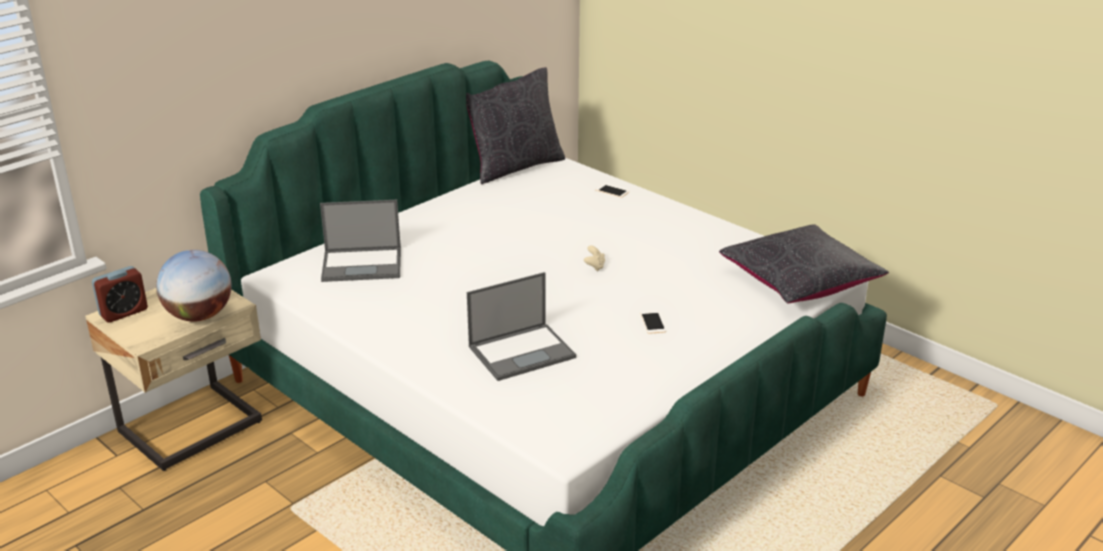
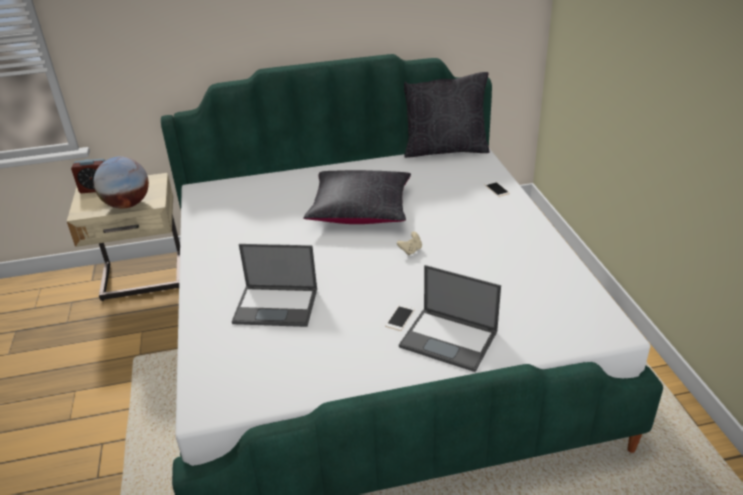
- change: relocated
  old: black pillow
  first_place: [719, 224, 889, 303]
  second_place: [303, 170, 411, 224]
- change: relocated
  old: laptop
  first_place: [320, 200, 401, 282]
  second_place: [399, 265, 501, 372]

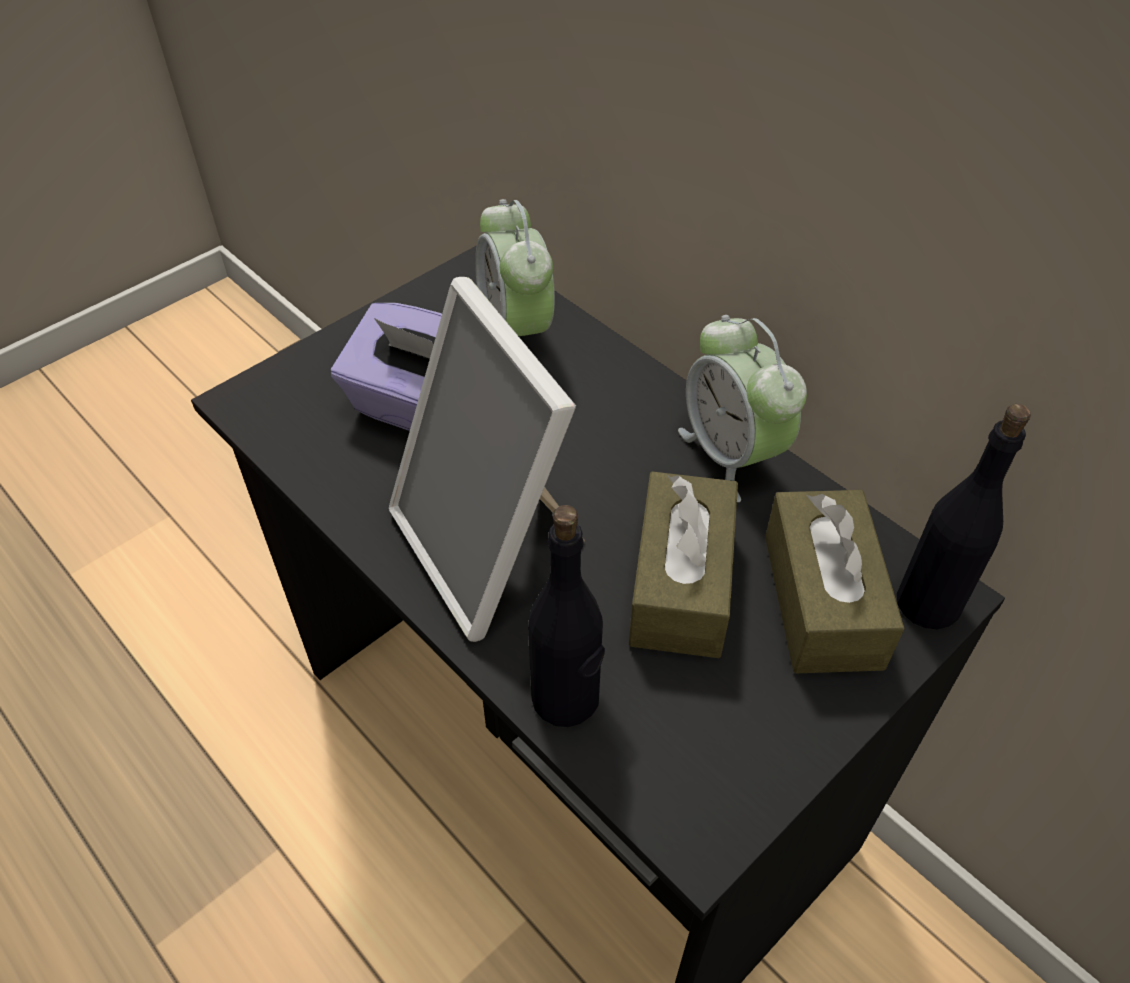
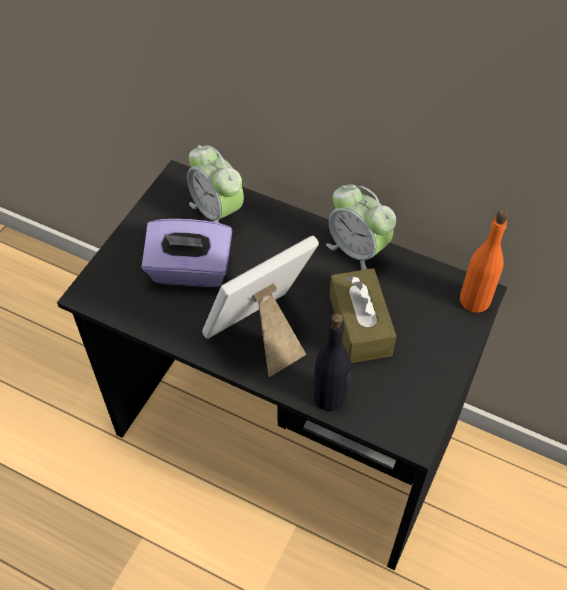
- change: spun
  old: picture frame
  first_place: [389, 277, 585, 642]
  second_place: [202, 236, 319, 377]
  degrees: 105
- change: colour
  old: black bottle
  new: orange bottle
  first_place: [897, 404, 1031, 629]
  second_place: [460, 210, 508, 313]
- change: missing
  old: brown tissue box
  first_place: [765, 490, 905, 673]

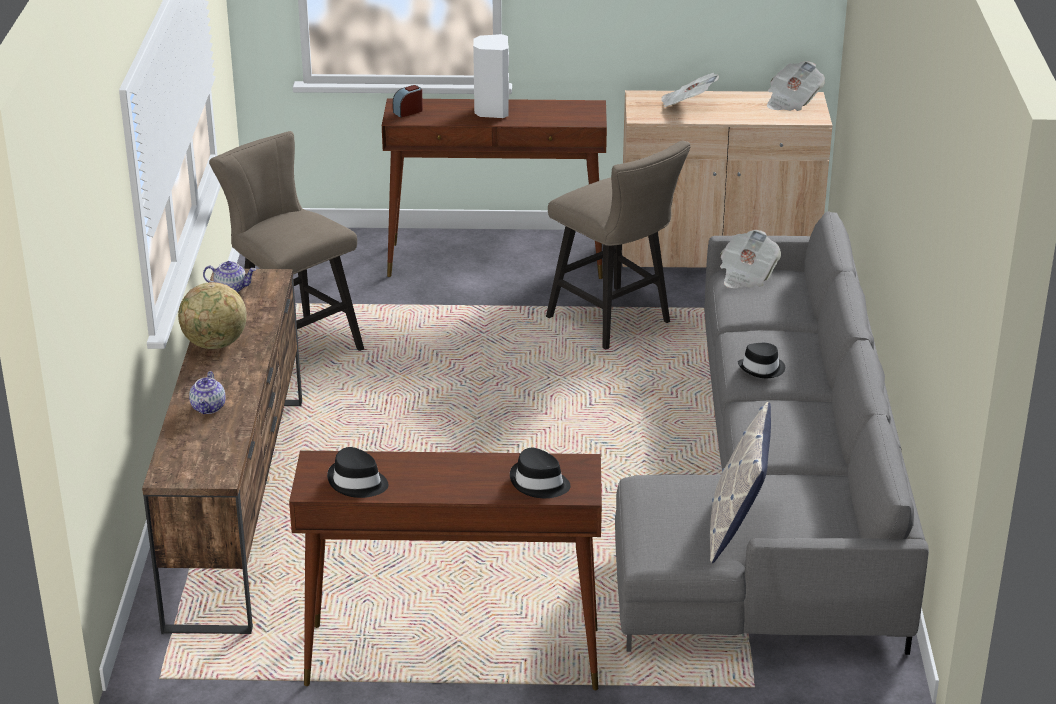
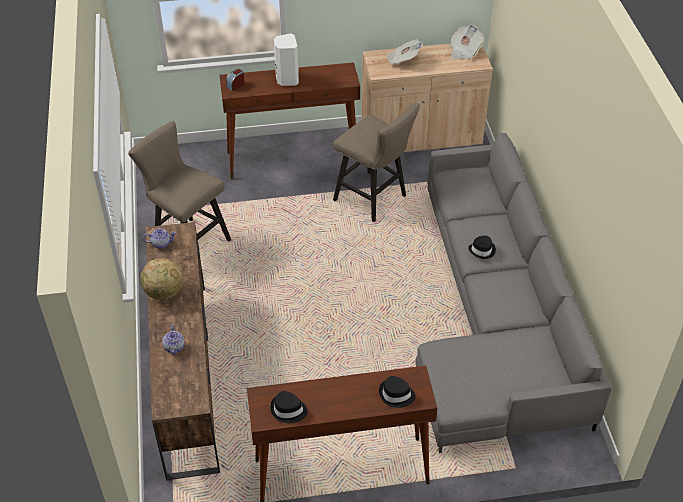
- change: missing
  old: pillow
  first_place: [710, 402, 771, 563]
- change: missing
  old: newspaper
  first_place: [720, 230, 781, 288]

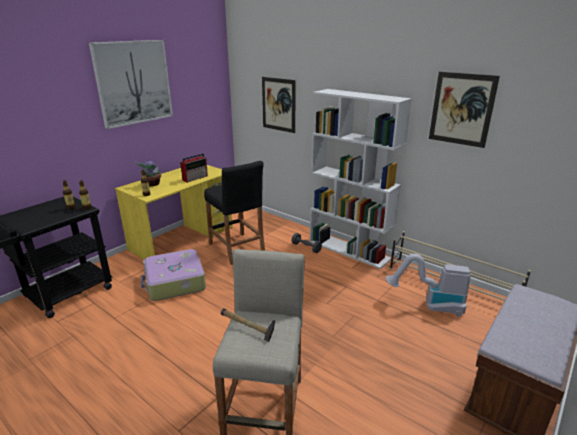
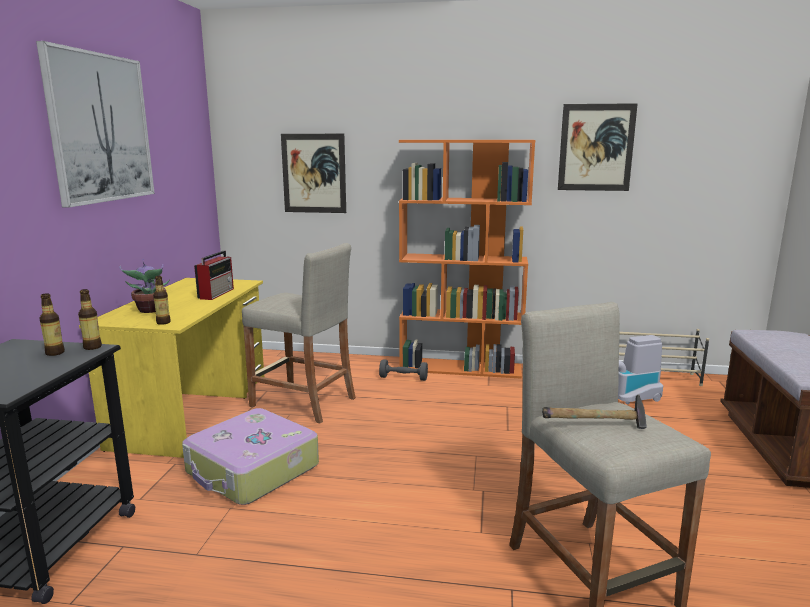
- change: colour
  old: black stool
  new: beige stool
  first_place: [204, 161, 265, 265]
  second_place: [242, 243, 356, 424]
- change: colour
  old: white bookcase
  new: orange bookcase
  first_place: [309, 89, 412, 269]
  second_place: [399, 140, 535, 379]

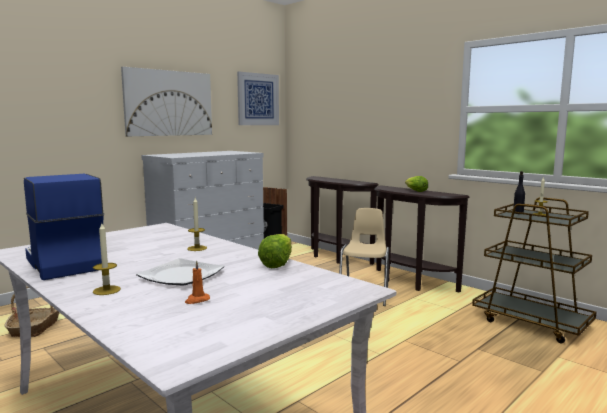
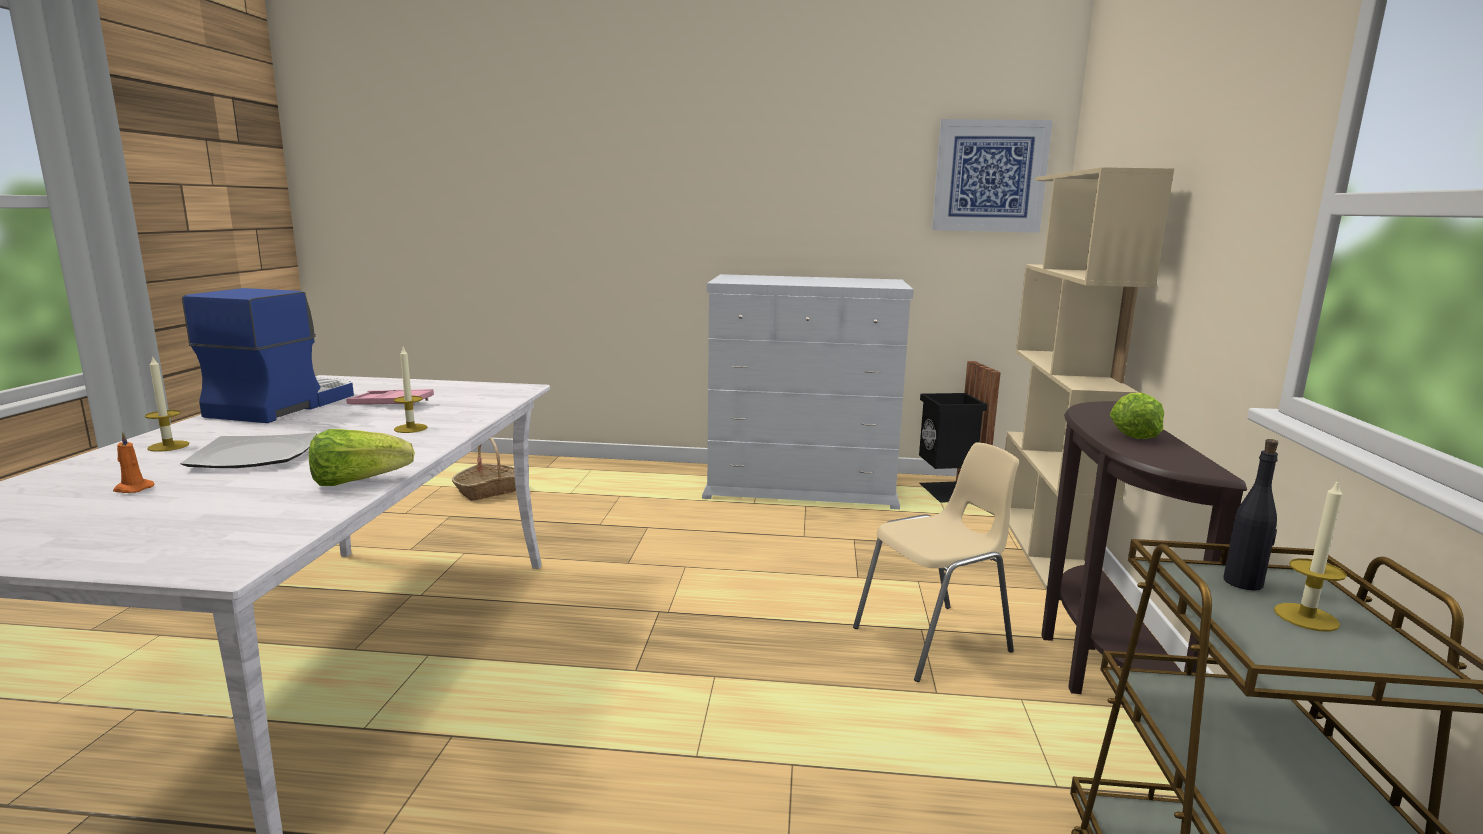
- change: appeared
  new: pink tray
  second_place: [346, 389, 434, 406]
- change: exchanged
  old: brown console table
  new: beige bookcase
  first_place: [306, 176, 378, 265]
  second_place: [1005, 167, 1174, 589]
- change: missing
  old: picture
  first_place: [121, 67, 212, 136]

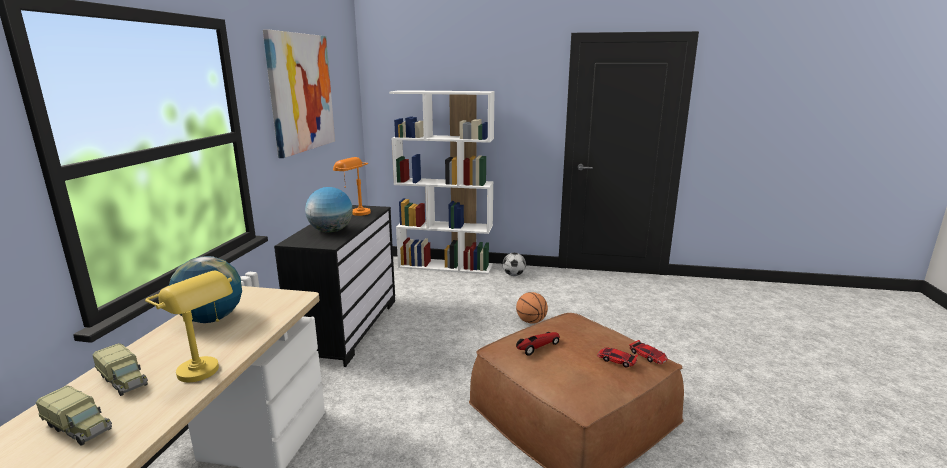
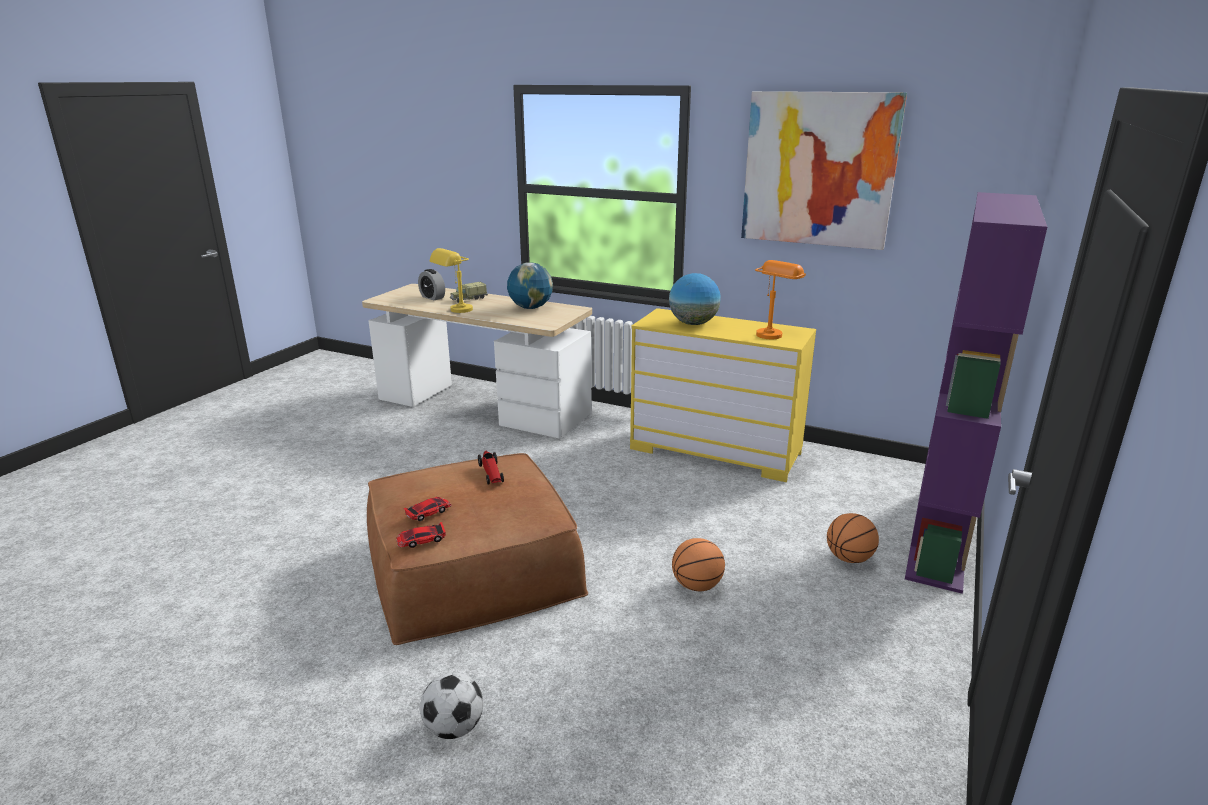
- change: exchanged
  old: toy truck
  new: alarm clock
  first_place: [36, 386, 112, 446]
  second_place: [418, 269, 445, 300]
- change: relocated
  old: football
  first_place: [502, 253, 526, 276]
  second_place: [420, 672, 483, 739]
- change: colour
  old: black dresser
  new: yellow dresser
  first_place: [274, 205, 395, 367]
  second_place: [630, 308, 816, 482]
- change: appeared
  new: basketball
  second_place: [827, 513, 879, 563]
- change: colour
  old: white bookcase
  new: purple bookcase
  first_place: [389, 90, 495, 275]
  second_place: [905, 192, 1047, 594]

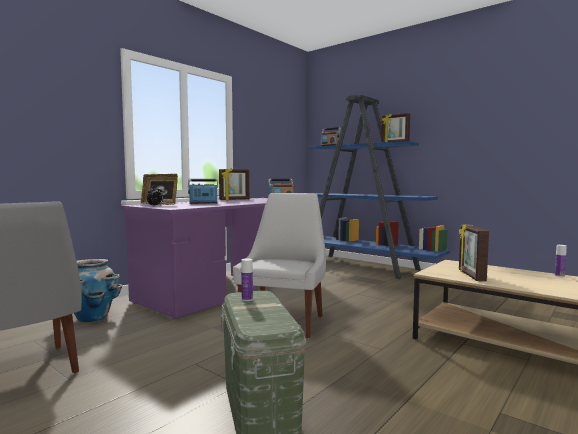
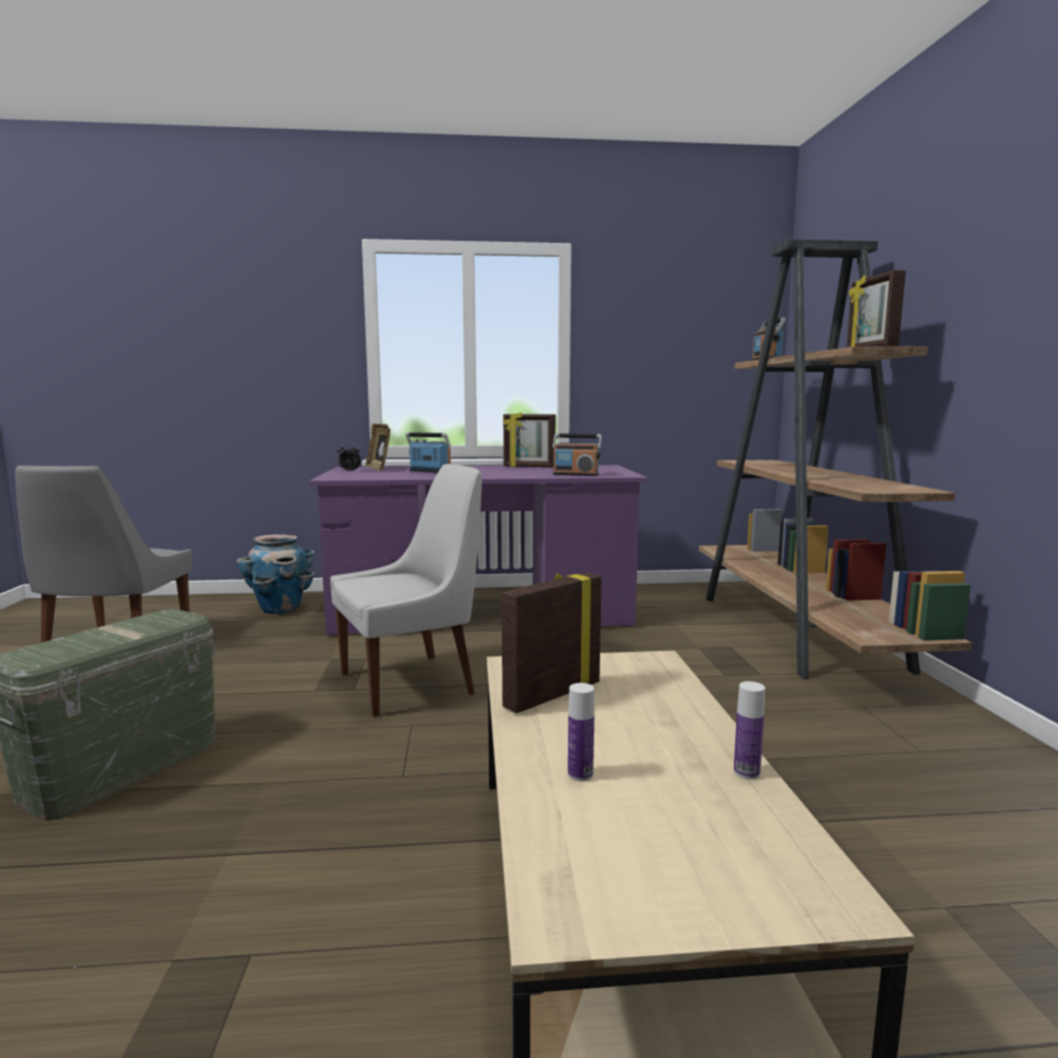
- change: relocated
  old: bottle
  first_place: [241, 258, 253, 301]
  second_place: [568, 683, 594, 781]
- change: colour
  old: blue bookcase
  new: brown bookcase
  first_place: [309, 94, 450, 279]
  second_place: [699, 239, 972, 679]

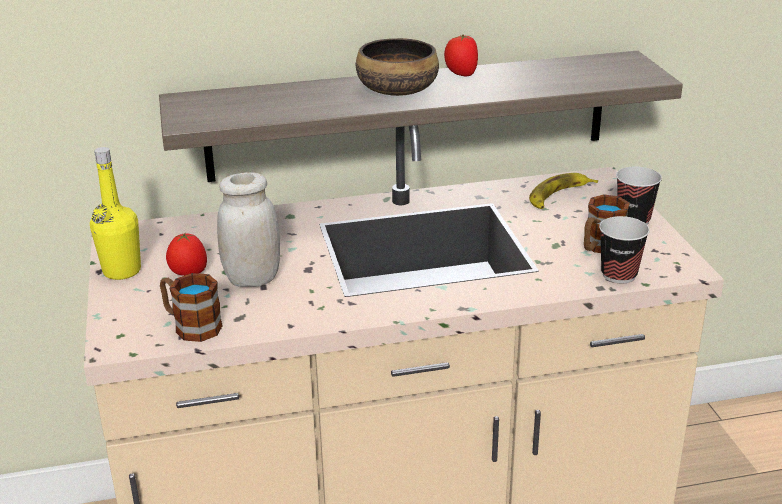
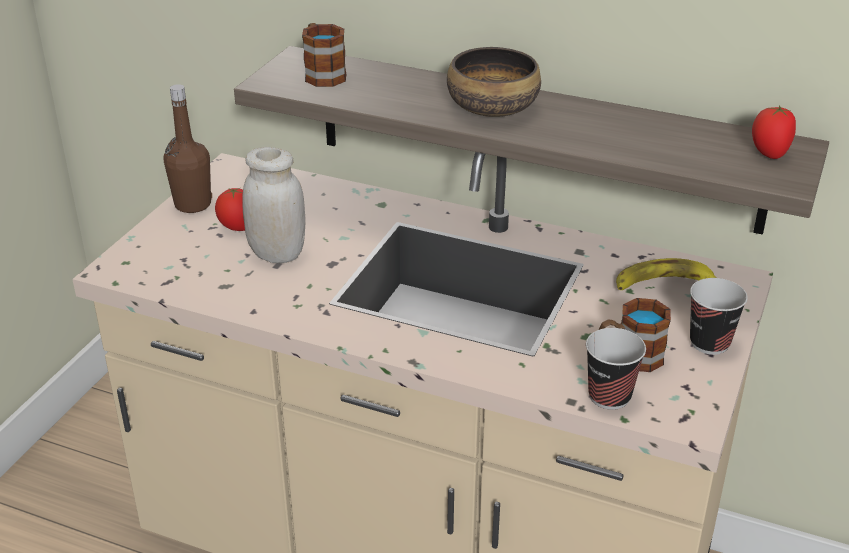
- change: colour
  old: yellow bottle
  new: brown bottle
  first_place: [90, 147, 141, 280]
  second_place: [163, 84, 212, 213]
- change: relocated
  old: mug
  first_place: [160, 273, 223, 342]
  second_place: [302, 23, 346, 87]
- change: relocated
  old: tomato
  first_place: [444, 35, 478, 76]
  second_place: [752, 105, 796, 159]

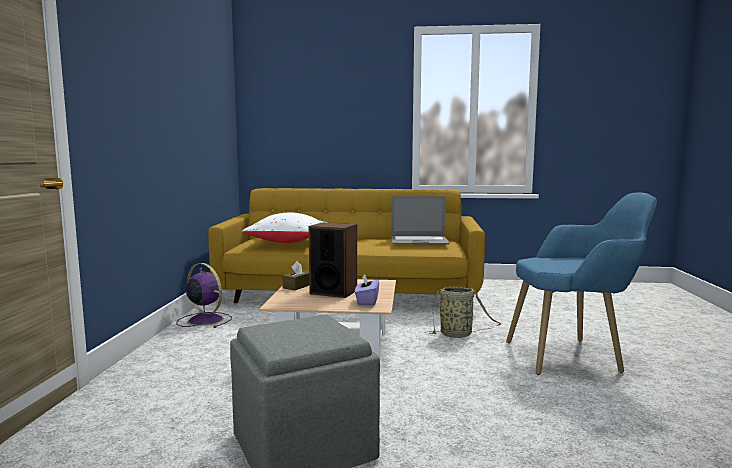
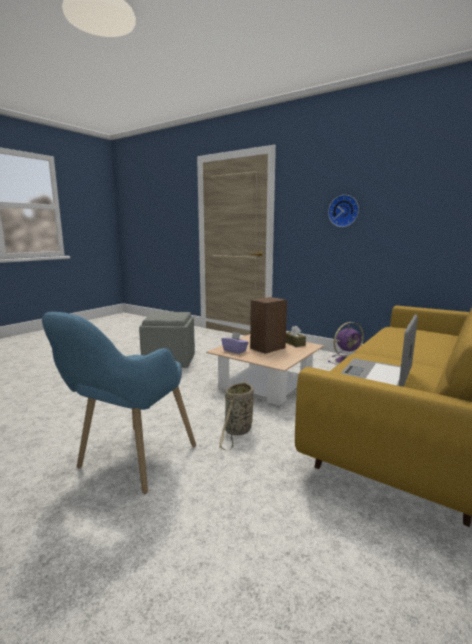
- change: appeared
  new: wall clock
  second_place: [328, 195, 359, 227]
- change: missing
  old: white pillow
  first_place: [242, 212, 327, 243]

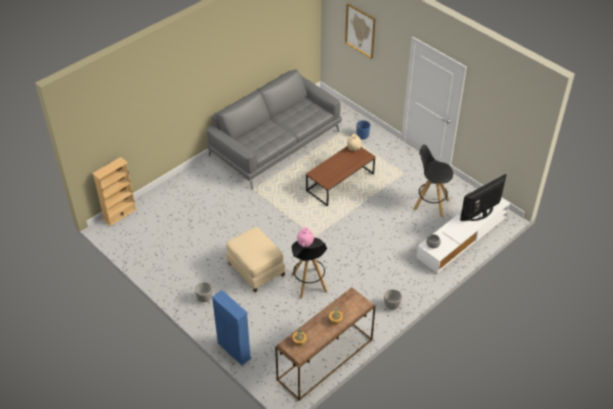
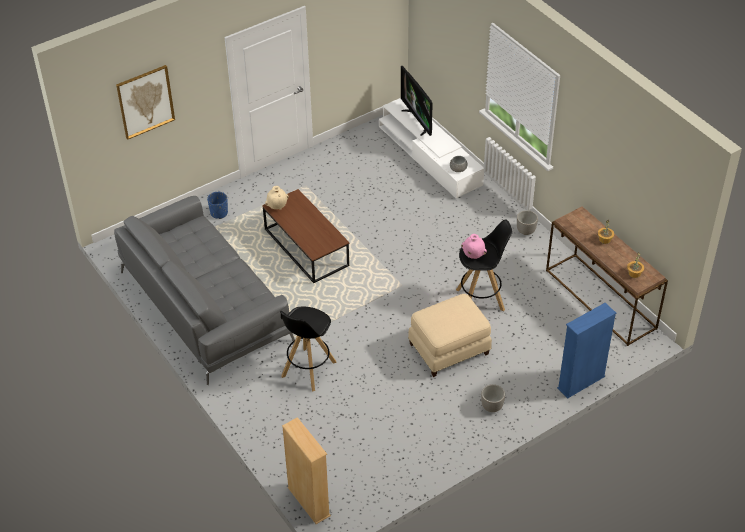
- change: relocated
  old: black stool
  first_place: [413, 145, 453, 217]
  second_place: [280, 307, 337, 391]

